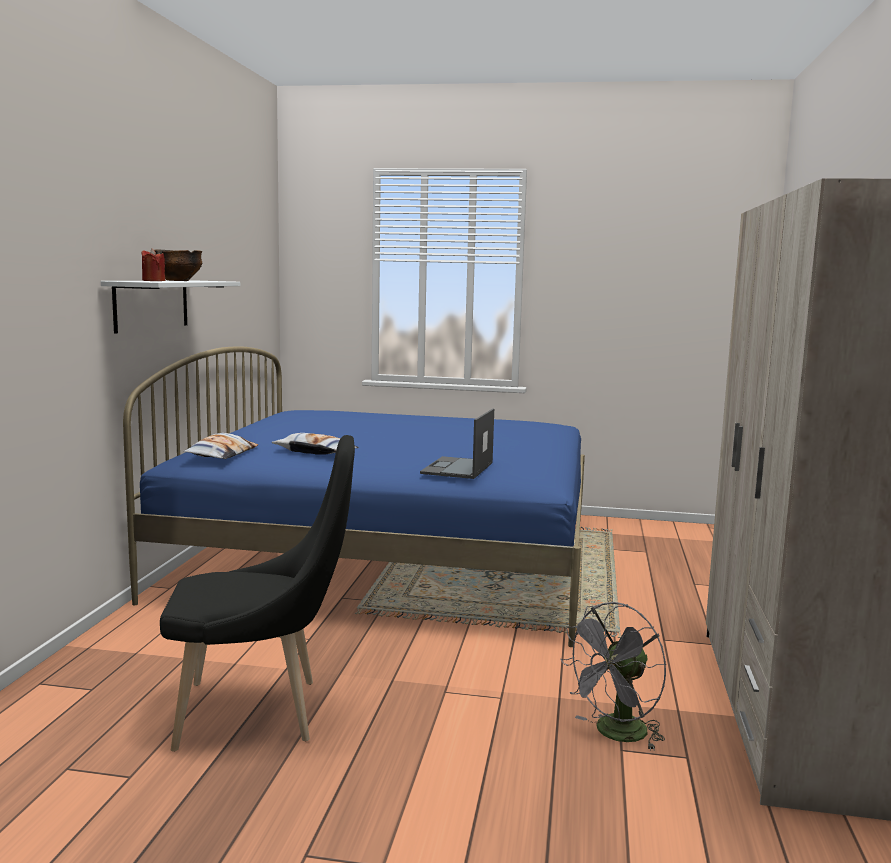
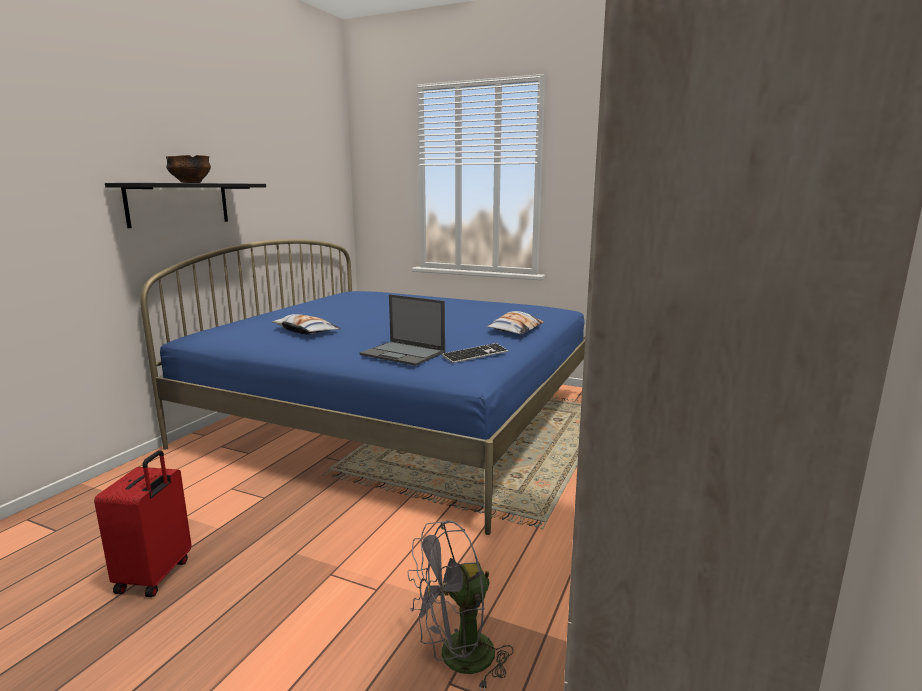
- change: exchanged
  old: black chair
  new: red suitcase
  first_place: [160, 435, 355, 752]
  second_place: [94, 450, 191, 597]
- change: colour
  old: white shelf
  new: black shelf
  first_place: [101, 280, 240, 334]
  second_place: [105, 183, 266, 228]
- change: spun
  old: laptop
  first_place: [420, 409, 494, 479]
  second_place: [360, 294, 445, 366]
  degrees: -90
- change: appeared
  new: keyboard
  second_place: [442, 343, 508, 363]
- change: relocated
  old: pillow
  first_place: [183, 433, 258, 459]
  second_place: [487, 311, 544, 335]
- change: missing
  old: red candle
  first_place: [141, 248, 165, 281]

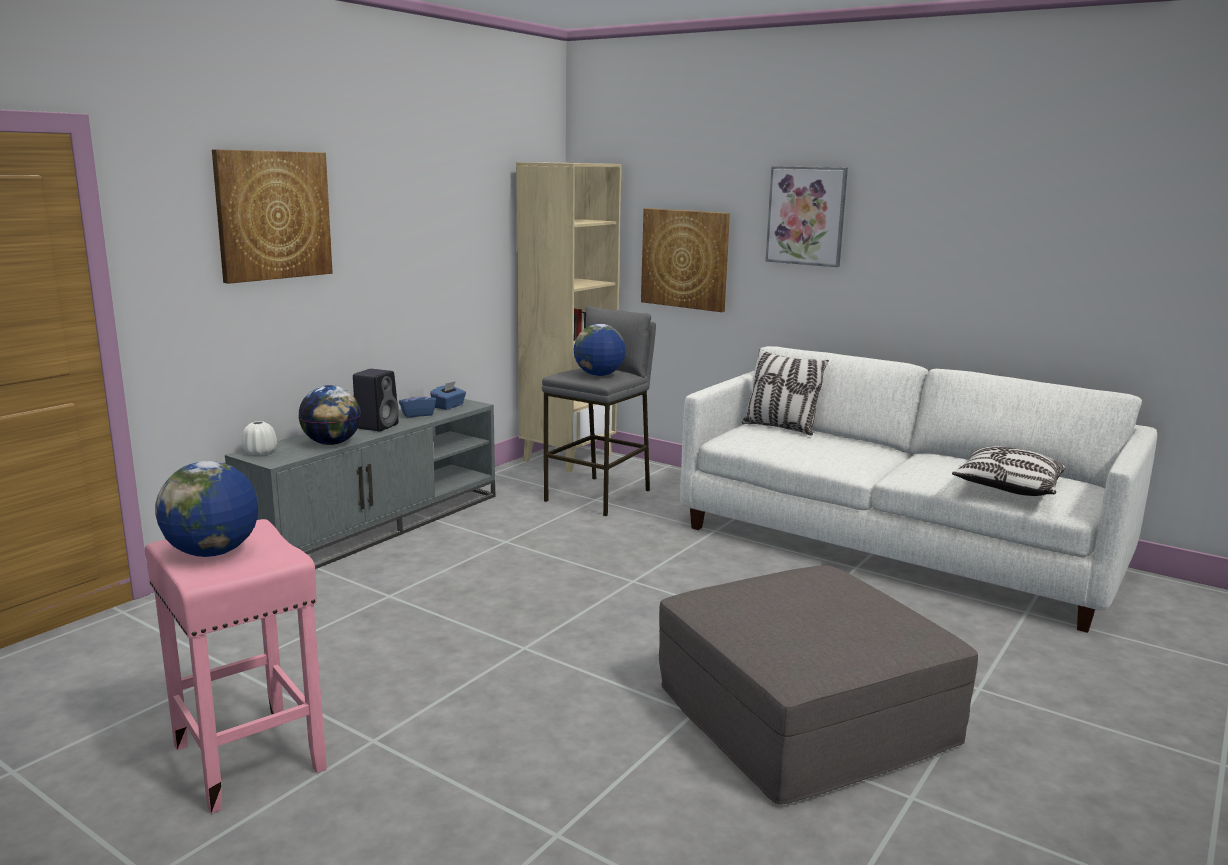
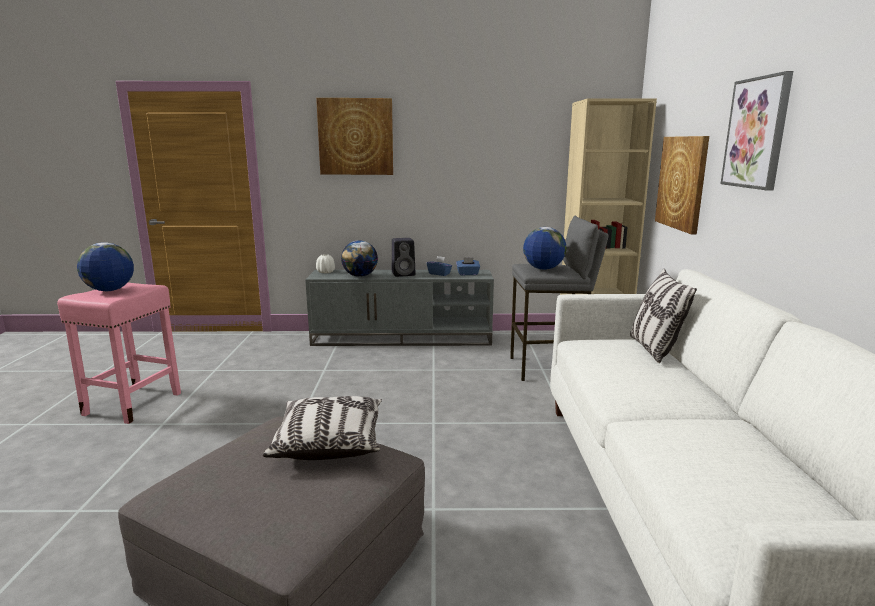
- change: relocated
  old: pillow
  first_place: [952, 446, 1066, 496]
  second_place: [262, 396, 382, 460]

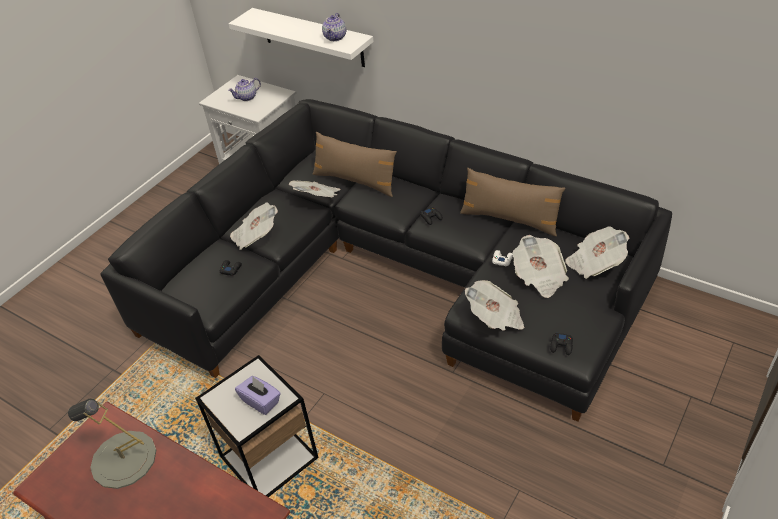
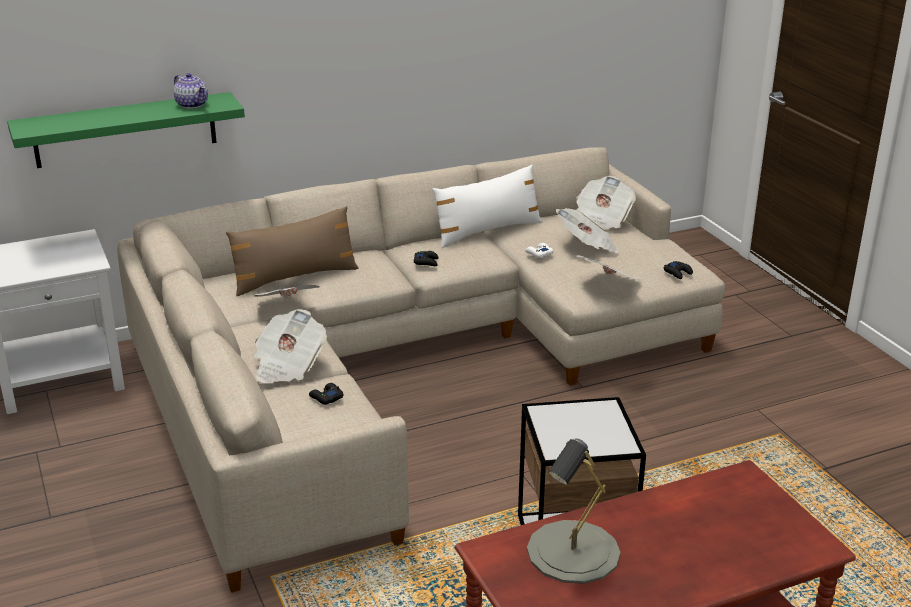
- change: colour
  old: white shelf
  new: green shelf
  first_place: [229, 8, 374, 67]
  second_place: [7, 92, 245, 168]
- change: colour
  old: black sofa
  new: beige sofa
  first_place: [100, 99, 672, 422]
  second_place: [117, 147, 725, 593]
- change: colour
  old: brown pillow
  new: white pillow
  first_place: [460, 168, 565, 236]
  second_place: [432, 165, 543, 248]
- change: missing
  old: teapot
  first_place: [228, 78, 261, 101]
- change: missing
  old: purple tissue box
  first_place: [235, 376, 281, 415]

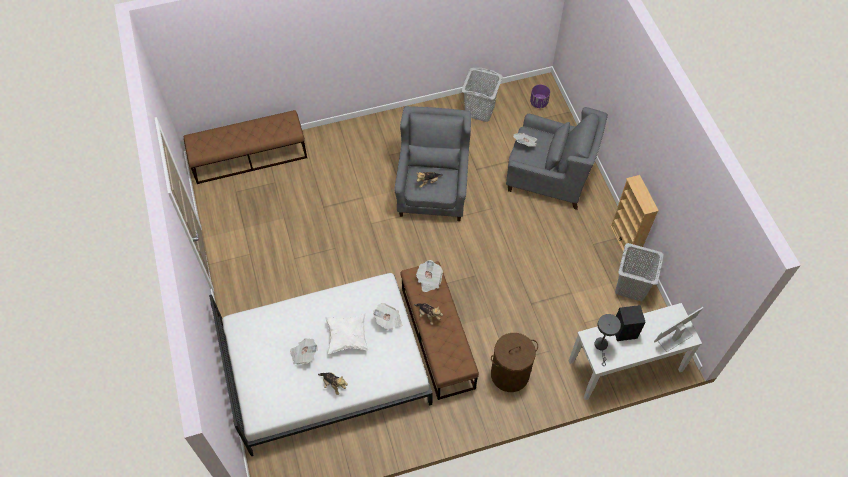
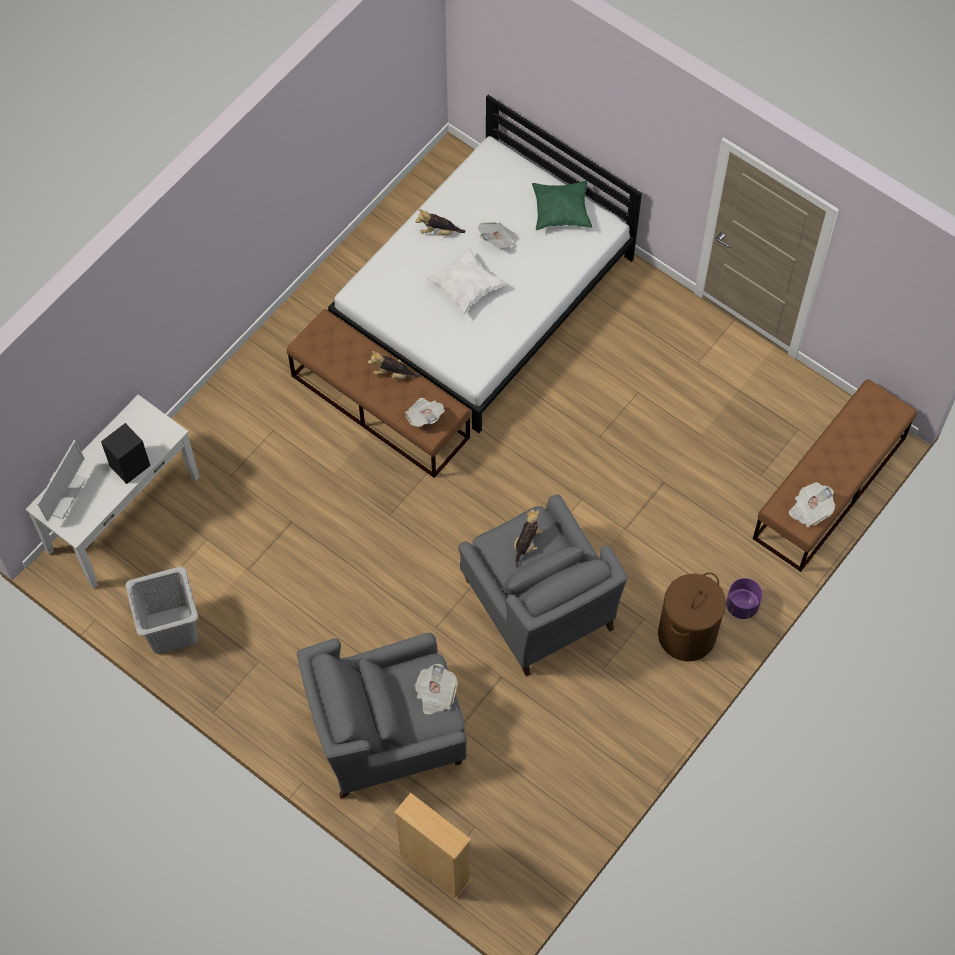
- change: relocated
  old: beige bookcase
  first_place: [610, 175, 659, 251]
  second_place: [394, 793, 472, 899]
- change: appeared
  new: green pillow
  second_place: [532, 181, 592, 230]
- change: relocated
  old: brown laundry basket
  first_place: [491, 333, 538, 392]
  second_place: [658, 572, 726, 662]
- change: relocated
  old: purple planter
  first_place: [530, 85, 550, 108]
  second_place: [726, 578, 762, 619]
- change: relocated
  old: newspaper
  first_place: [373, 303, 402, 330]
  second_place: [789, 482, 835, 528]
- change: missing
  old: grey laundry basket
  first_place: [461, 67, 503, 122]
- change: missing
  old: grey table lamp
  first_place: [594, 314, 621, 366]

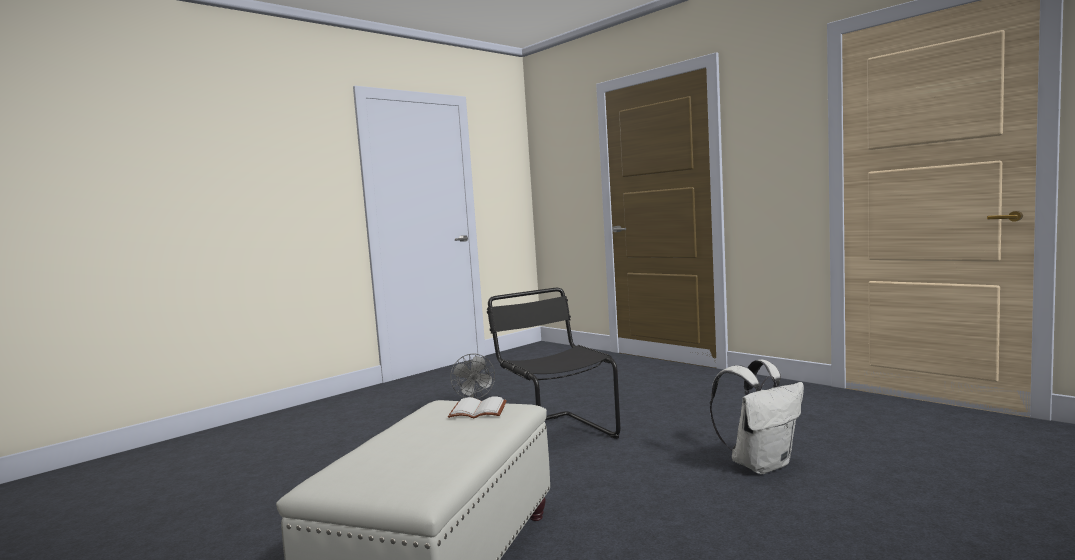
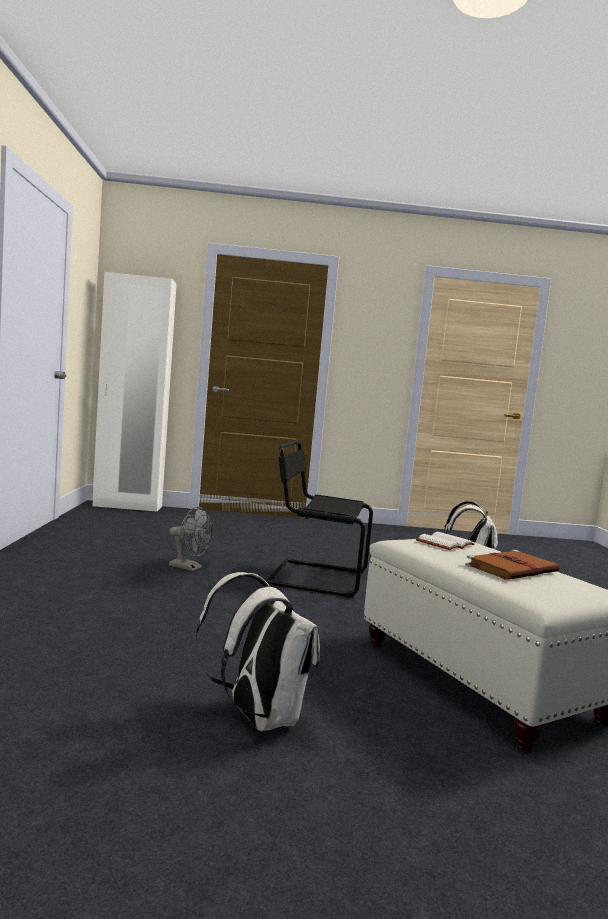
- change: appeared
  new: white wardrobe
  second_place: [93, 272, 177, 512]
- change: appeared
  new: white backpack
  second_place: [195, 572, 320, 731]
- change: appeared
  new: brown book
  second_place: [466, 550, 559, 579]

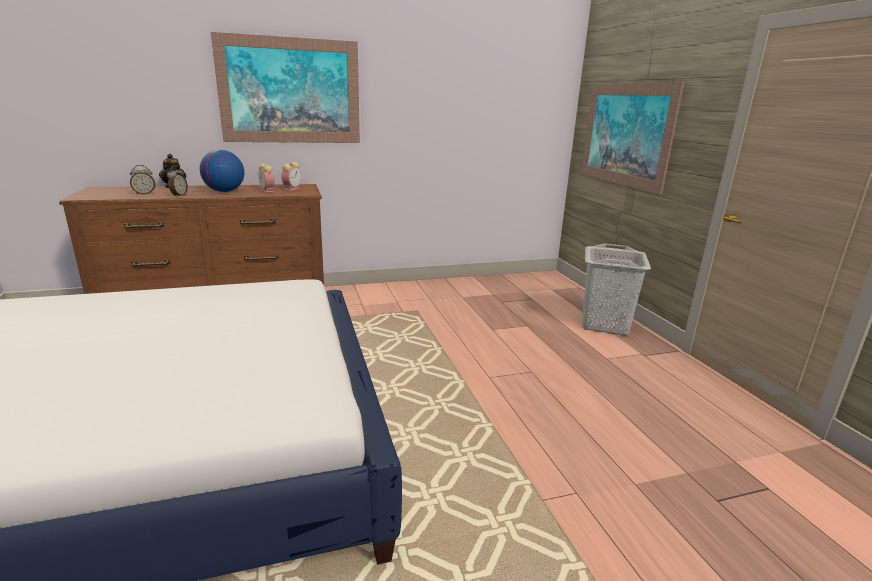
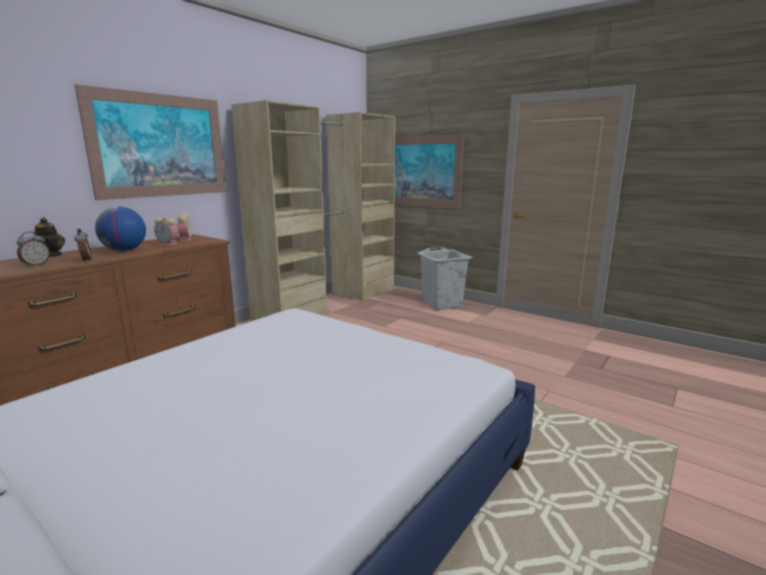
- change: appeared
  new: beige wardrobe
  second_place: [231, 100, 395, 321]

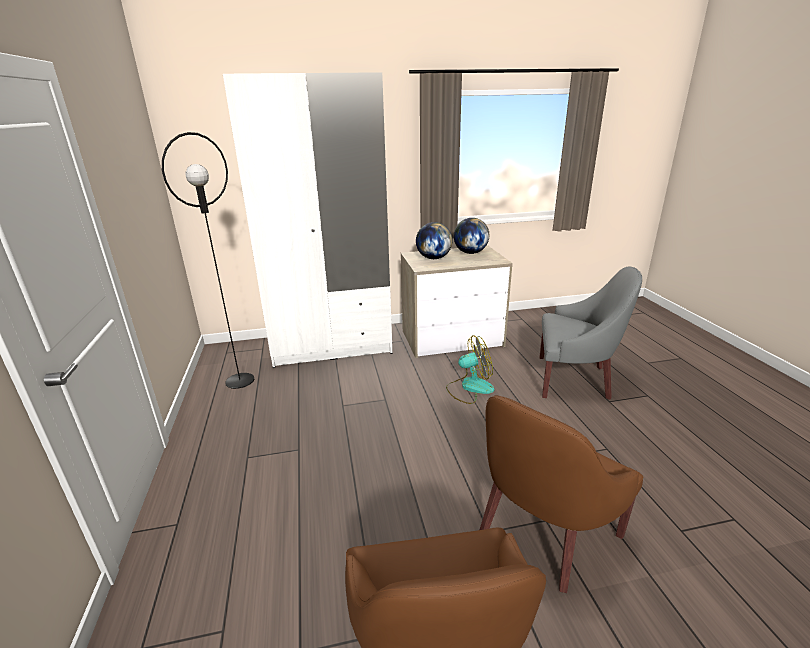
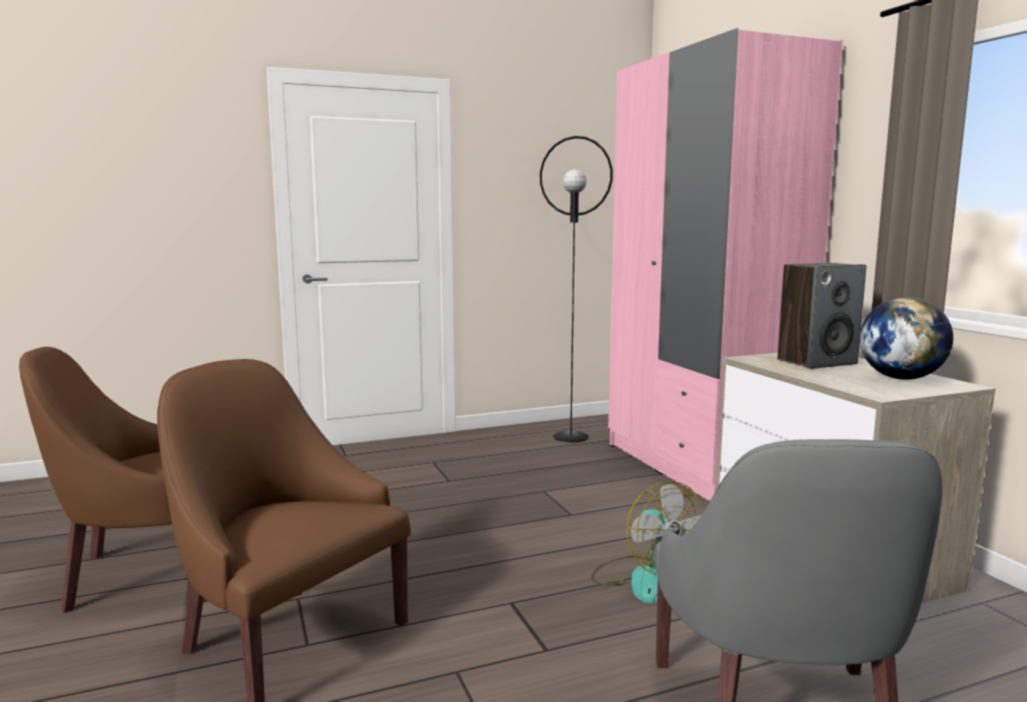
- change: colour
  old: white wardrobe
  new: pink wardrobe
  first_place: [223, 72, 393, 368]
  second_place: [608, 28, 843, 501]
- change: exchanged
  old: globe
  new: speaker
  first_place: [416, 222, 452, 259]
  second_place: [778, 263, 866, 369]

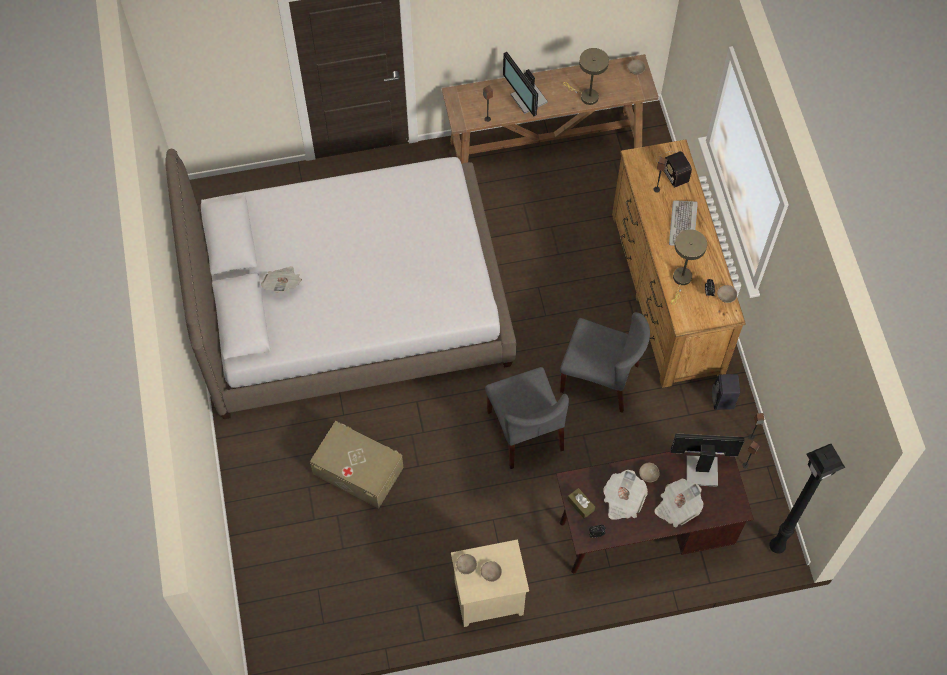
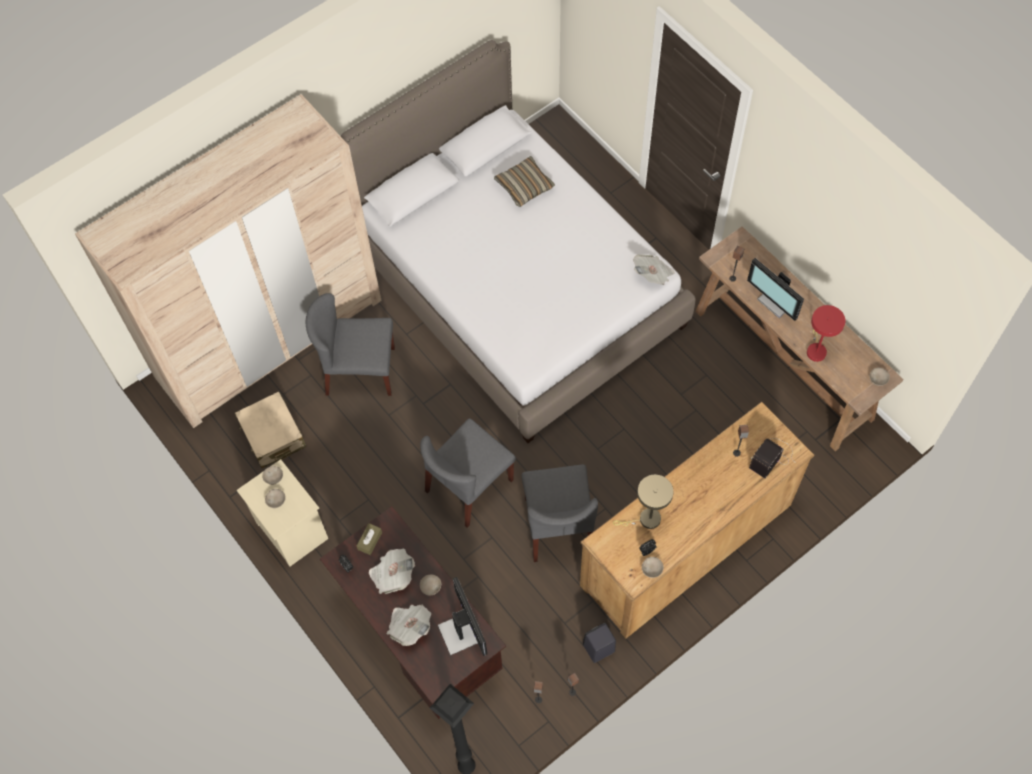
- change: appeared
  new: beige wardrobe
  second_place: [75, 94, 381, 428]
- change: appeared
  new: beige suitcase
  second_place: [235, 391, 307, 468]
- change: exchanged
  old: beige storage box
  new: grey chair
  first_place: [310, 421, 403, 508]
  second_place: [306, 293, 395, 396]
- change: appeared
  new: pillow
  second_place: [494, 156, 555, 207]
- change: relocated
  old: newspaper
  first_place: [261, 266, 302, 293]
  second_place: [633, 254, 675, 285]
- change: spun
  old: monitor
  first_place: [503, 52, 548, 116]
  second_place: [747, 258, 804, 321]
  degrees: -75
- change: colour
  old: beige table lamp
  new: red table lamp
  first_place: [563, 48, 609, 105]
  second_place: [807, 305, 846, 362]
- change: missing
  old: keyboard
  first_place: [669, 200, 698, 245]

